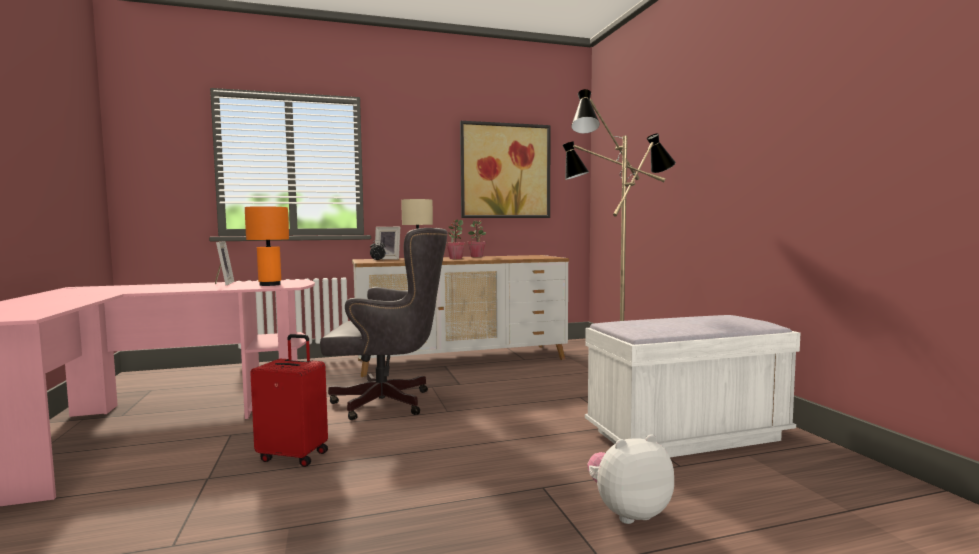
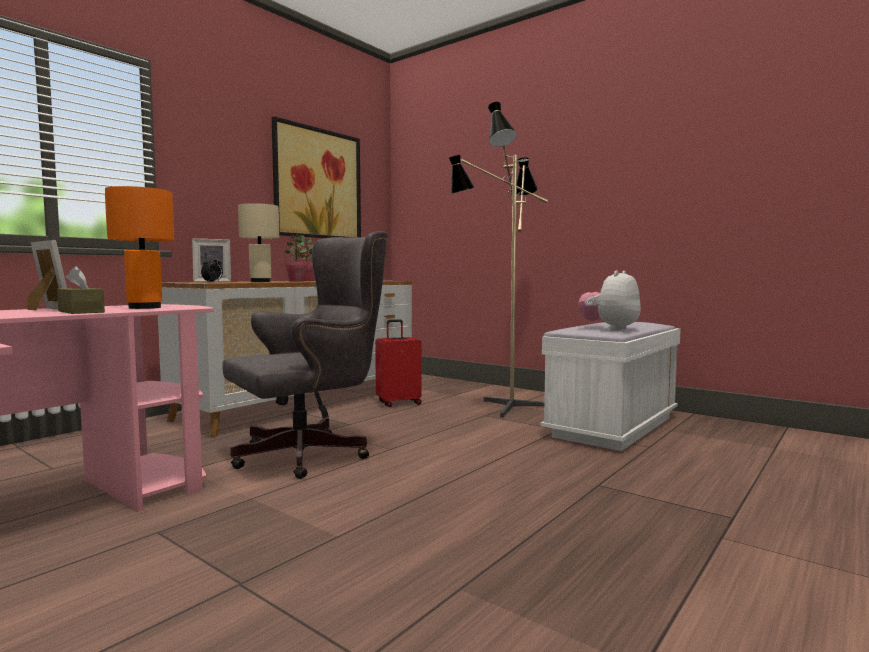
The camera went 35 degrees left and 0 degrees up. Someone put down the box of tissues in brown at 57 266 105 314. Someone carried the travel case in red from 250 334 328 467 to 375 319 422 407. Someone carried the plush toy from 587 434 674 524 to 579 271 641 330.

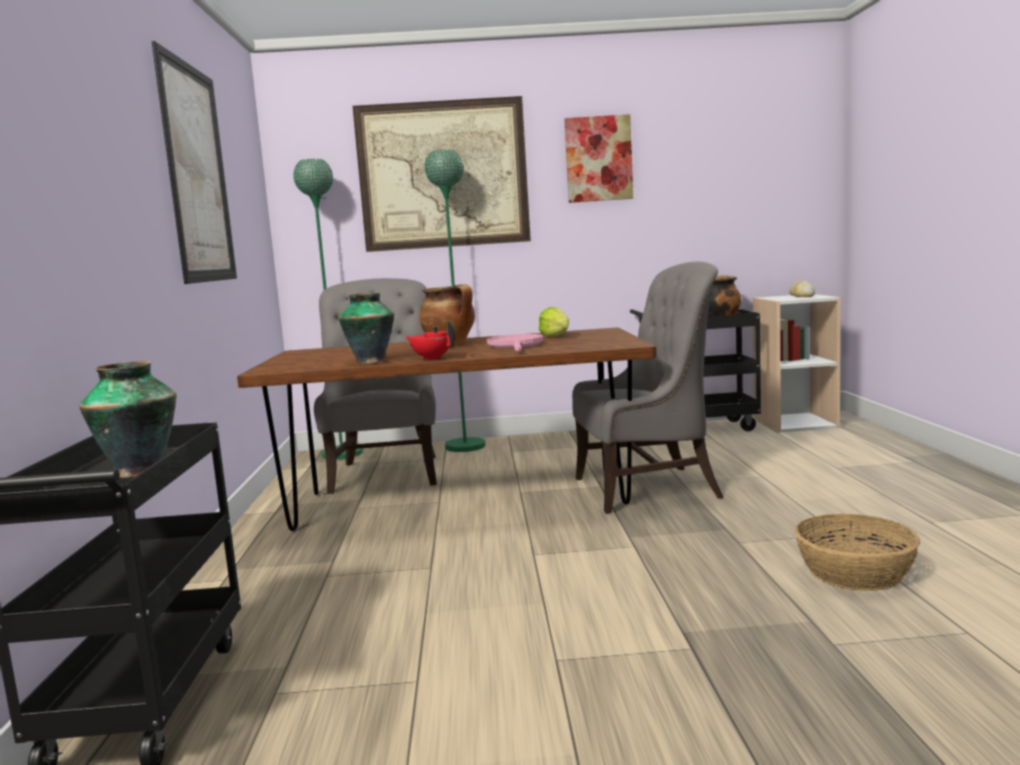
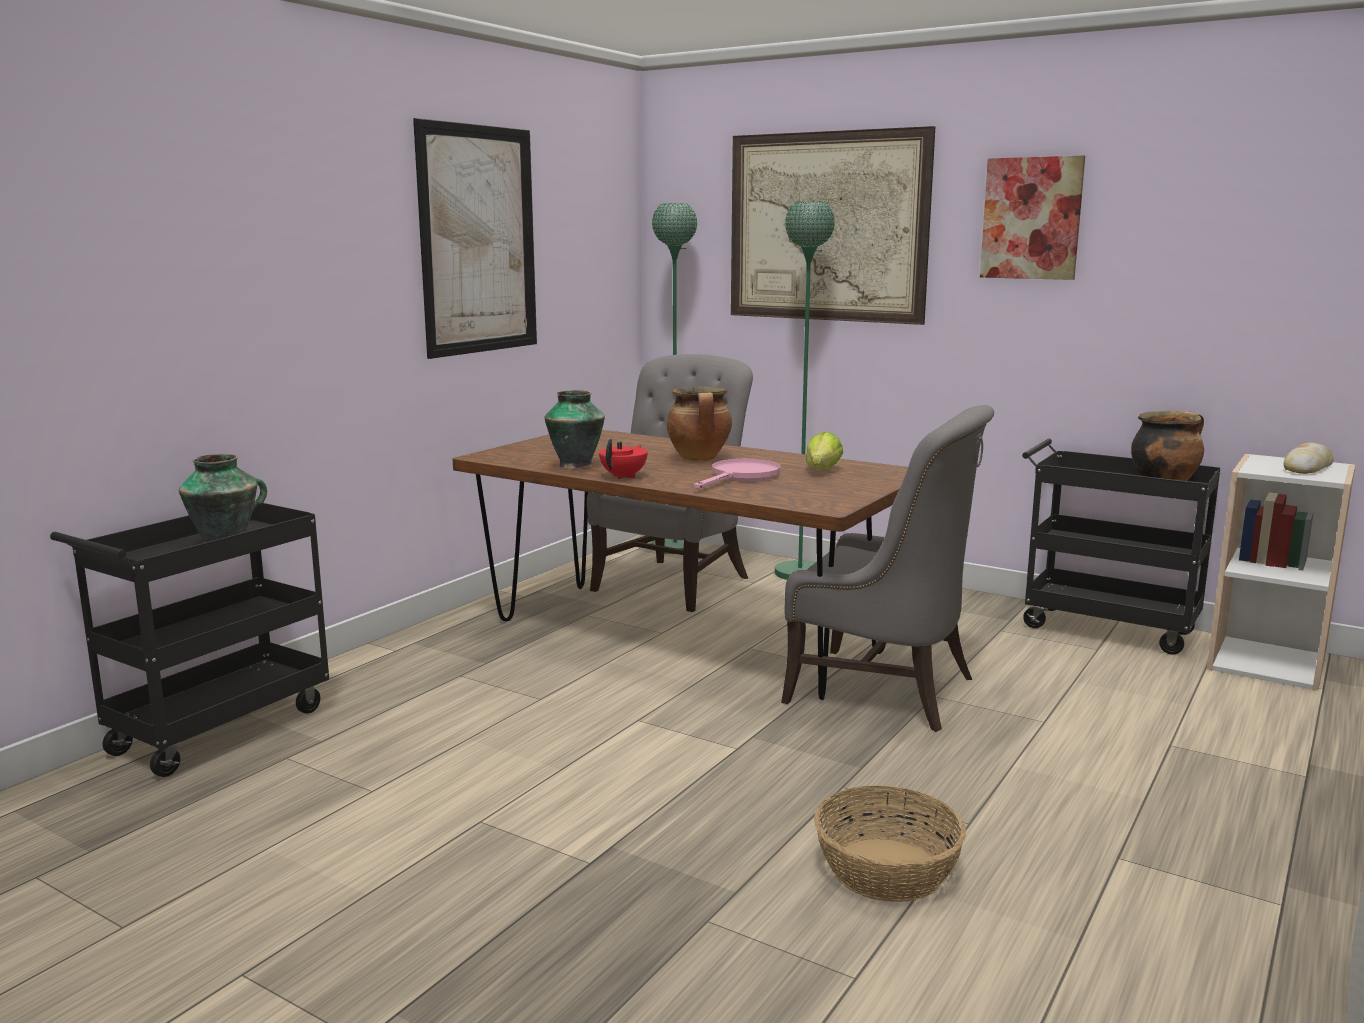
The camera went 35 degrees right and 5 degrees up. Someone rotated the pot for tea in red at 405 321 455 360 by 45 degrees clockwise.

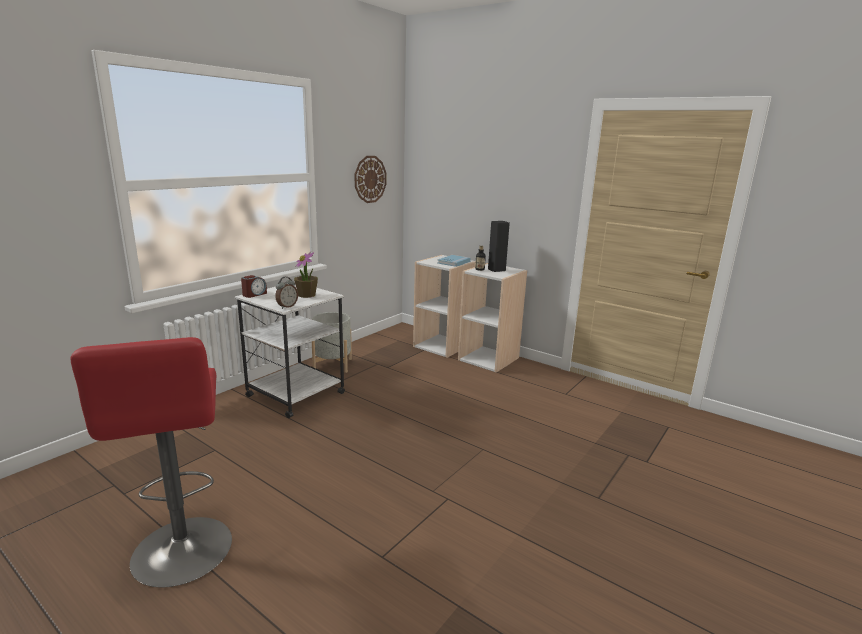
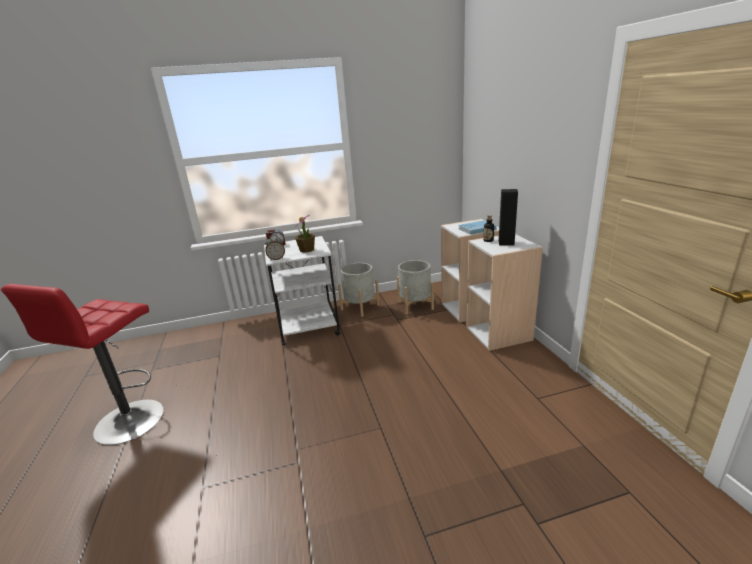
The camera went 40 degrees right and 5 degrees up. Someone put down the plant pot in greyish at 397 260 434 315. Someone took away the clock on the wall at 355 156 386 203.

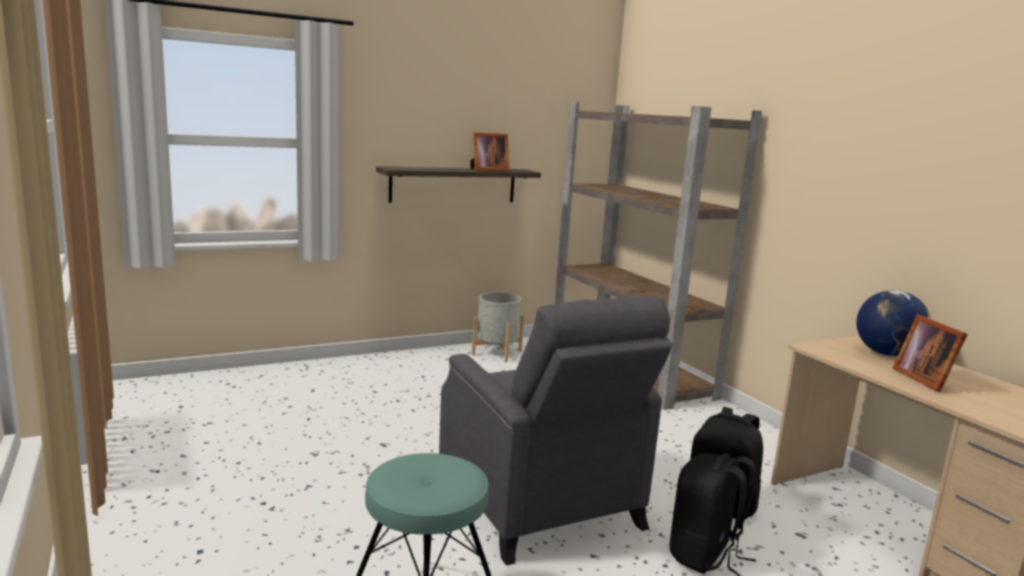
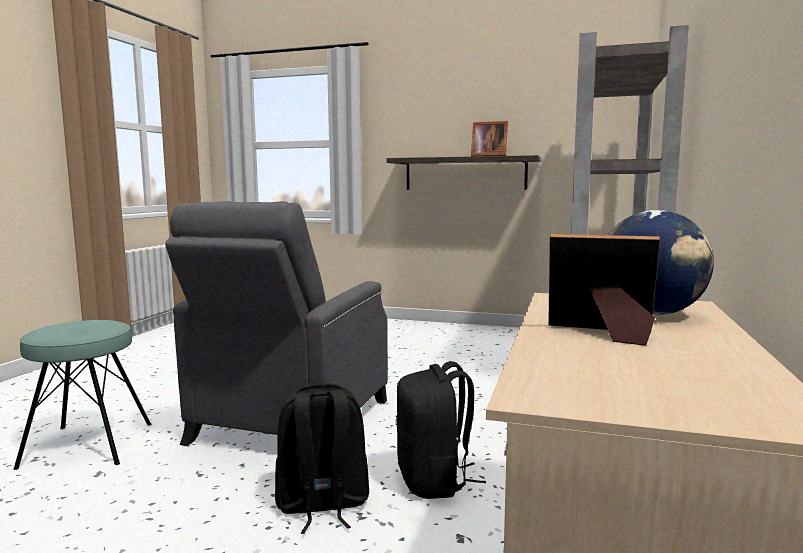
The camera went 45 degrees right and 5 degrees down. Someone rotated the photo frame at 893 314 968 392 by 75 degrees clockwise. Someone took away the plant pot in greyish at 472 292 524 362.

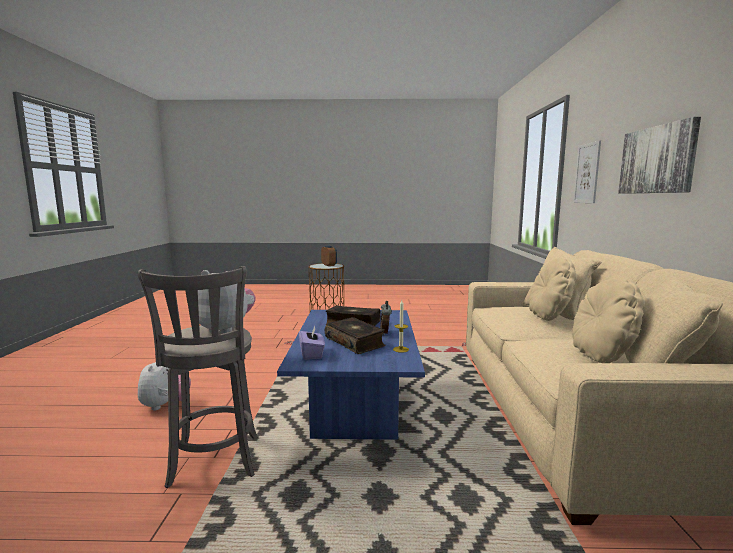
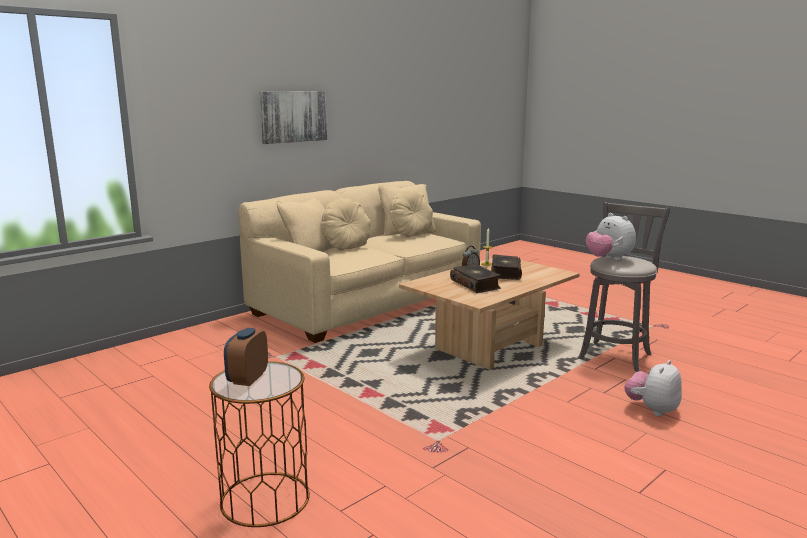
The camera went 135 degrees left and 5 degrees up. Someone repainted the low table in blue-coloured at 277 310 425 440, which became the low table in beige at 399 258 580 370. Someone took away the box of tissues in purplish at 299 326 325 360. Someone took away the picture at 573 140 601 203.

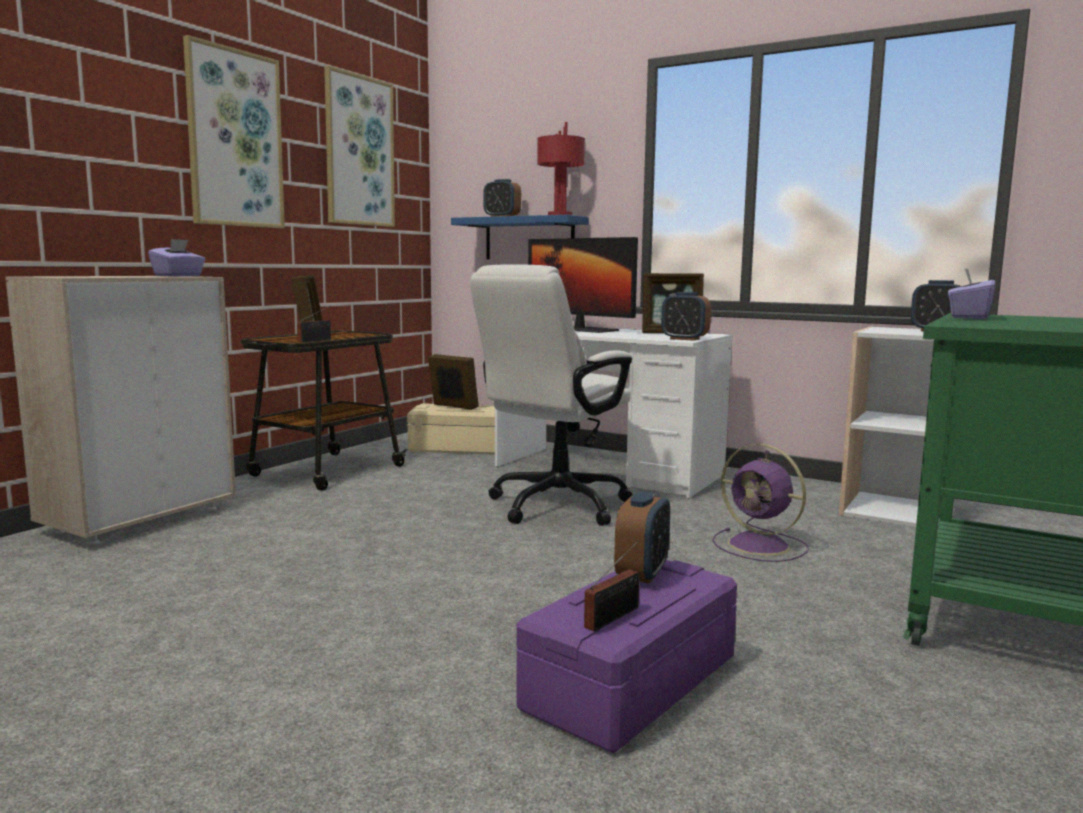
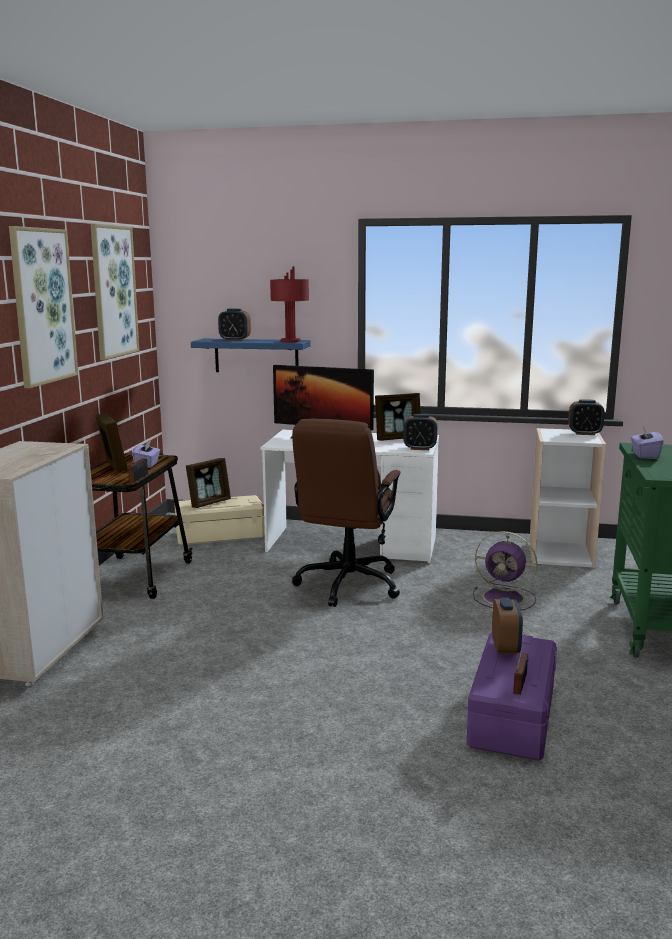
The camera went 20 degrees left and 5 degrees up. Someone carried the box of tissues in purplish from 148 239 205 277 to 132 439 160 468. Someone rotated the photo frame at 428 354 479 410 by 120 degrees clockwise. Someone repainted the desk chair in white at 470 264 633 526, which became the desk chair in brown at 292 419 401 607.

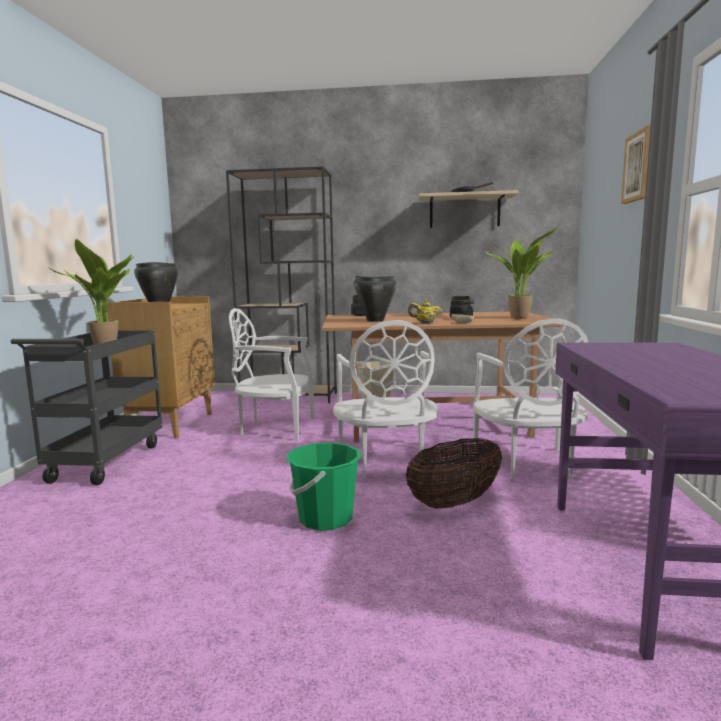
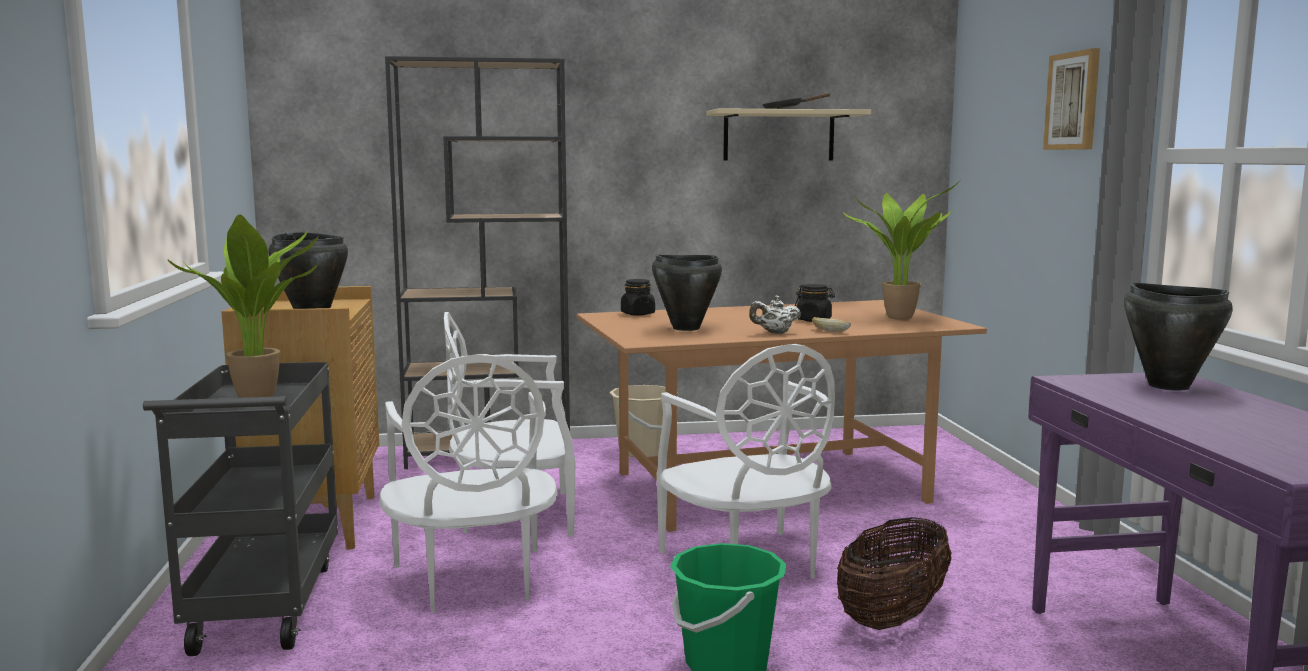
The camera went 15 degrees left and 0 degrees up. Someone carried the plain chair in white from 473 319 588 480 to 379 354 557 613. Someone repainted the pot for tea in yellow-coloured at 408 299 442 323, which became the pot for tea in white at 749 296 801 334. Someone put down the stockpot in black-coloured at 1124 283 1233 391.

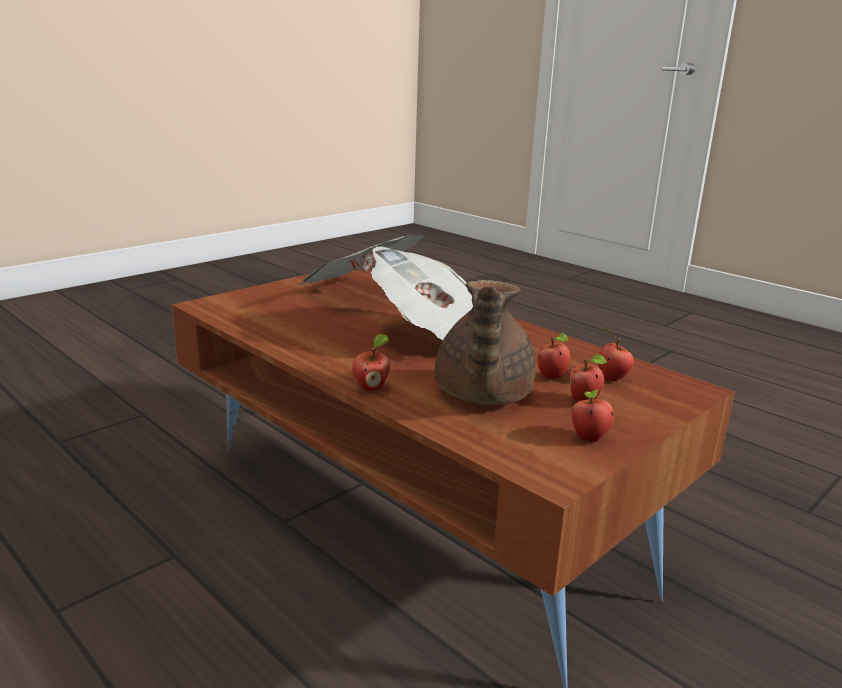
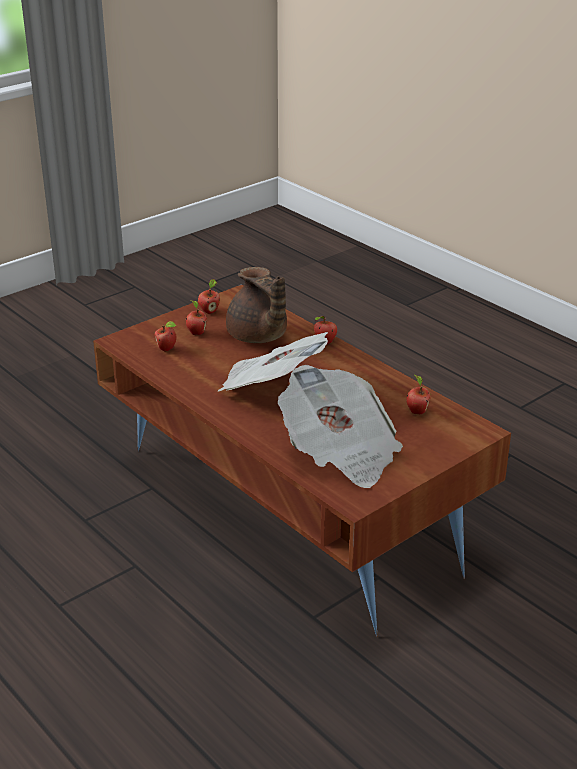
The camera went 175 degrees left and 10 degrees up. Someone rotated the pot for tea in brown at 435 280 536 405 by 135 degrees clockwise. Someone carried the apple fruit from 538 333 570 379 to 406 375 430 414.

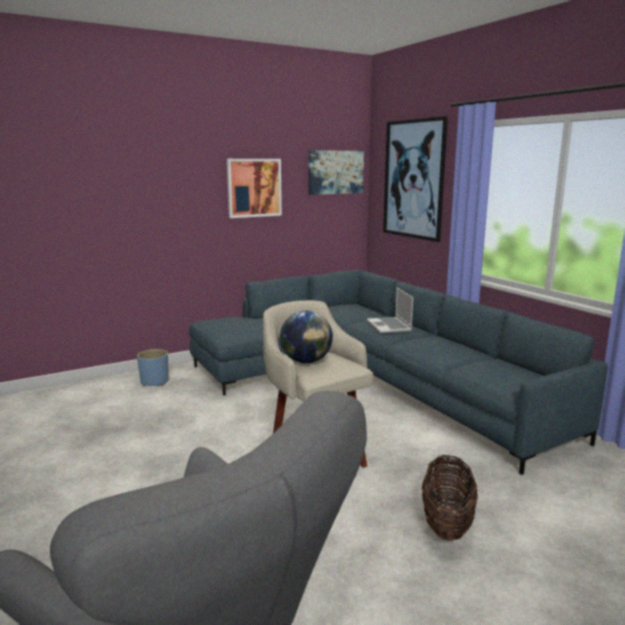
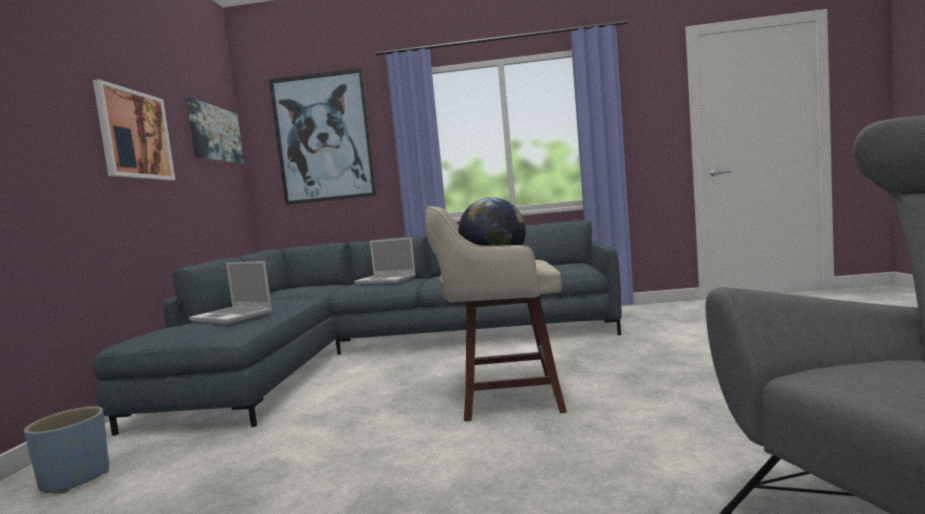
The camera went 55 degrees left and 10 degrees down. Someone put down the portable computer at 189 261 272 324. Someone took away the storage basket at 422 455 478 541.

